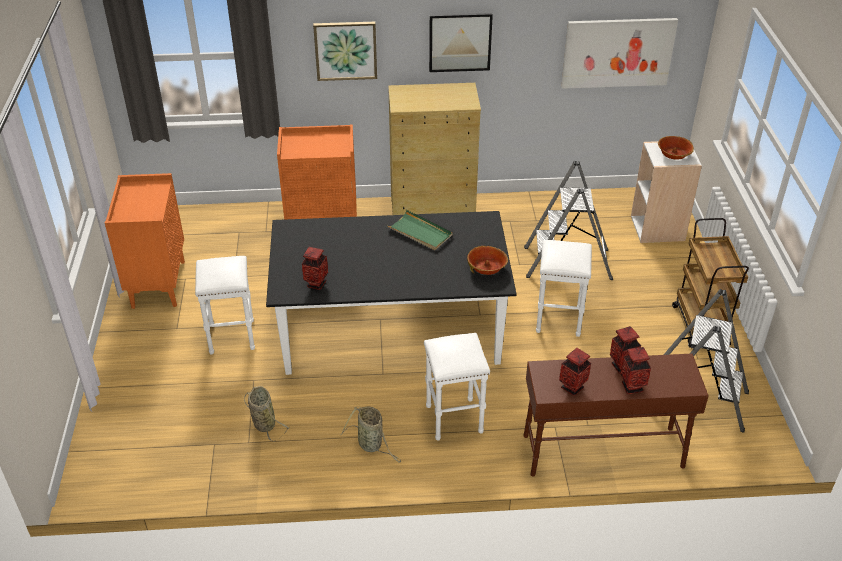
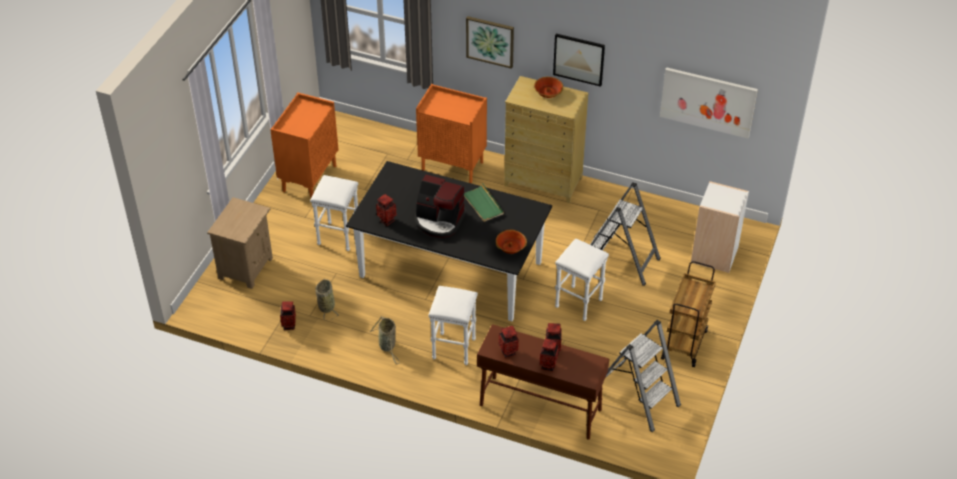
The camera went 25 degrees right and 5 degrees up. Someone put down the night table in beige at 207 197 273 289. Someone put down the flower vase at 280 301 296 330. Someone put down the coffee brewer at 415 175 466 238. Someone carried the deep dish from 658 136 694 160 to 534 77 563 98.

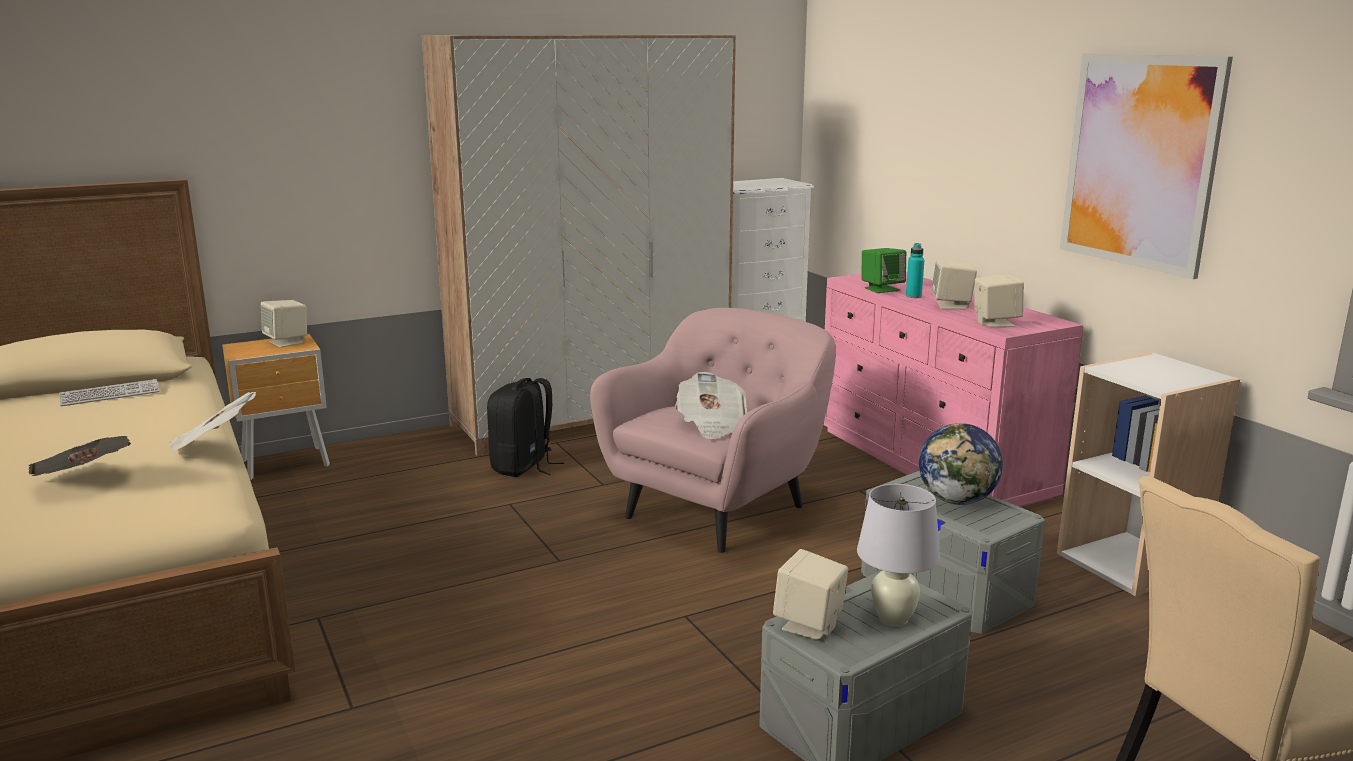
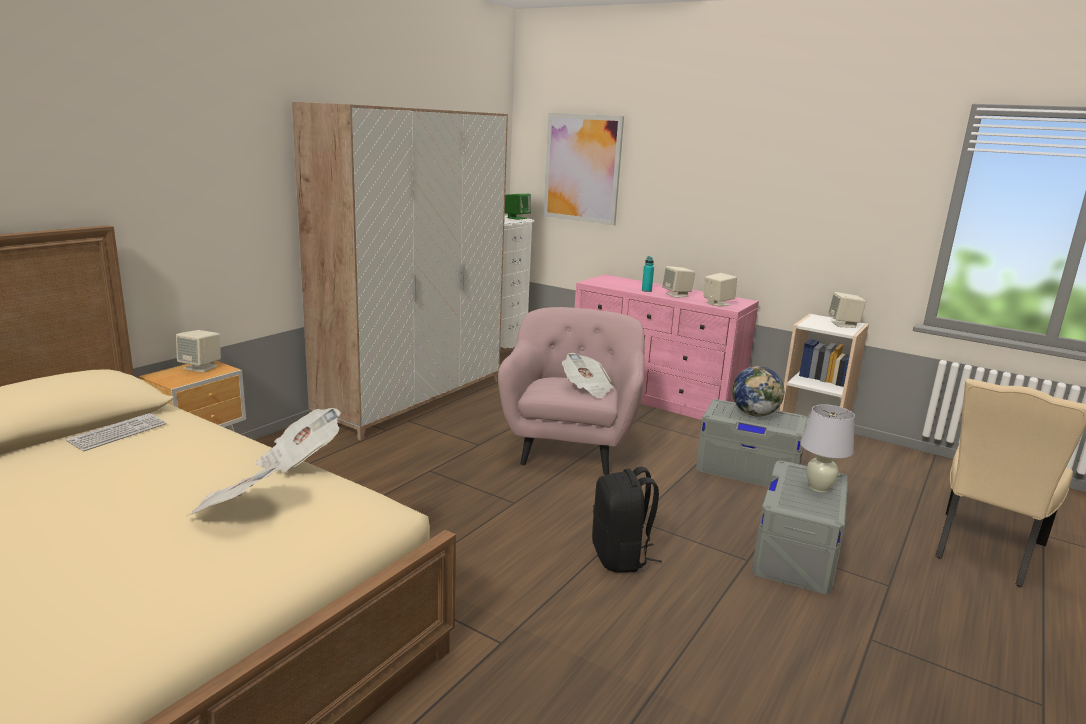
The camera went 30 degrees left and 0 degrees up. Someone carried the speaker in green-coloured from 862 248 906 293 to 505 194 531 220. Someone carried the picture from 1060 53 1233 279 to 543 113 624 226. Someone carried the backpack in black-coloured from 487 378 564 477 to 592 467 662 573. Someone carried the speaker in beige from 773 549 848 640 to 828 292 866 328.

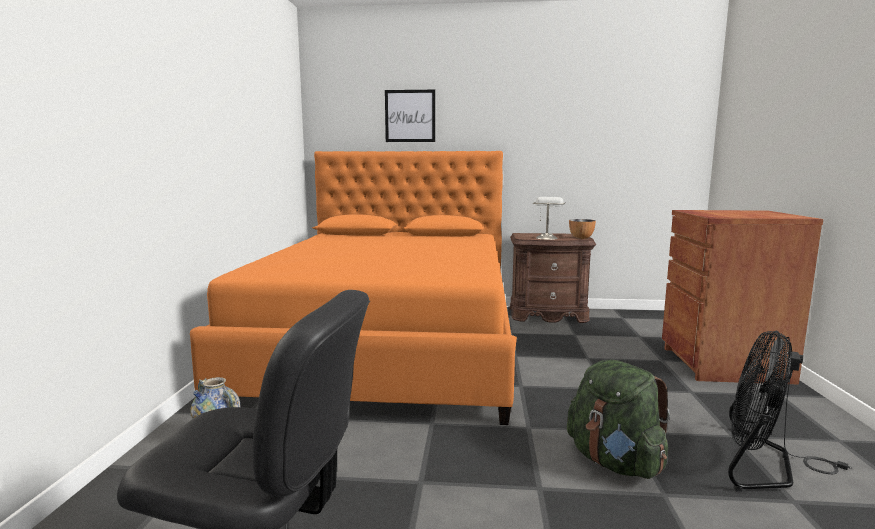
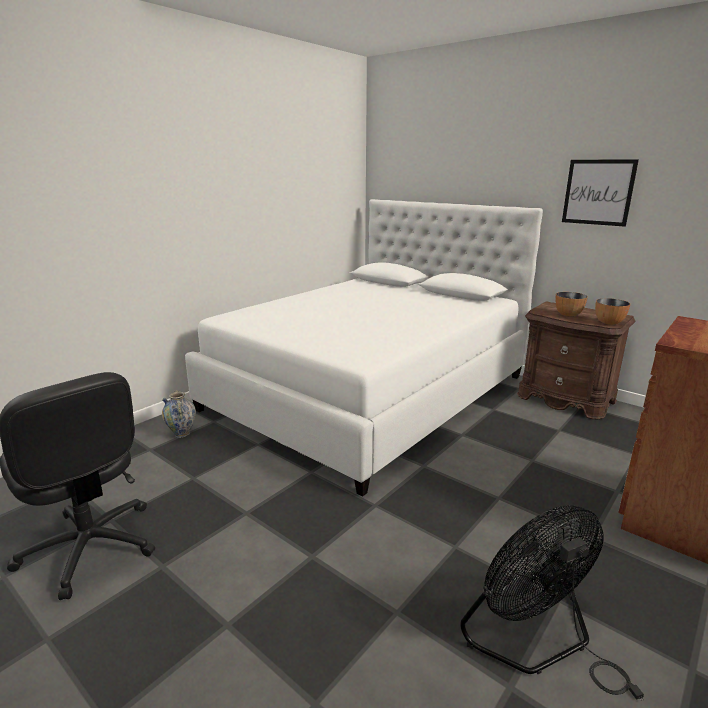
The camera went 35 degrees right and 10 degrees up. Someone repainted the bedroom bed in orange-coloured at 190 151 517 425, which became the bedroom bed in white at 185 199 543 497. Someone swapped the lamp for a table in white at 533 197 566 240 for the deep dish at 555 292 588 317. Someone carried the picture from 385 90 435 142 to 562 159 639 227. Someone took away the backpack in green-coloured at 567 359 670 479.

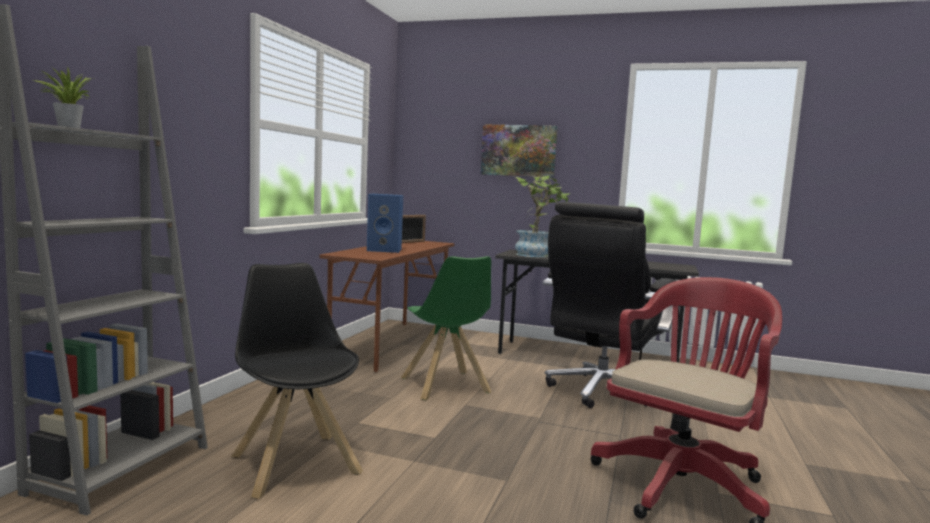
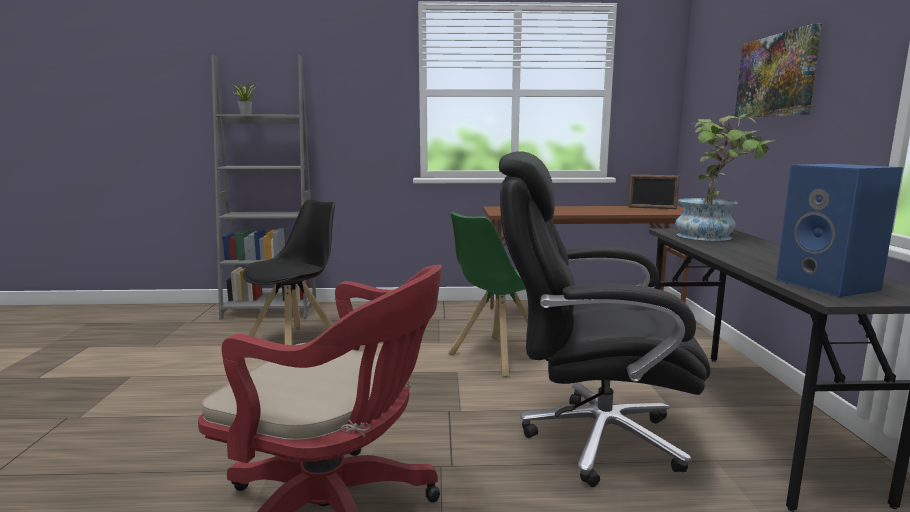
The camera went 70 degrees right and 5 degrees up. Someone carried the speaker in blue-coloured from 367 194 403 253 to 776 164 903 297.

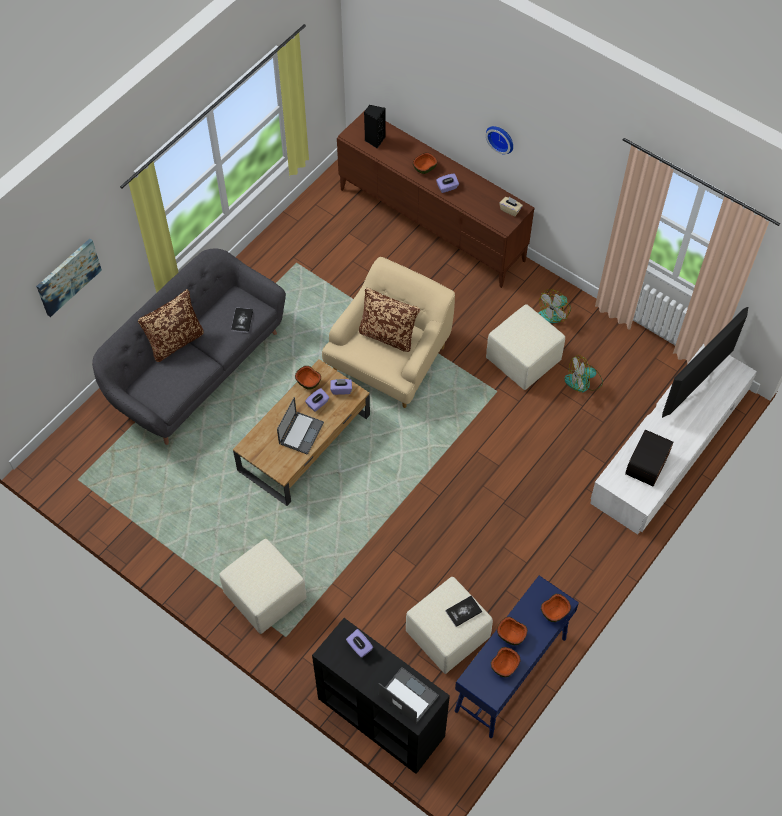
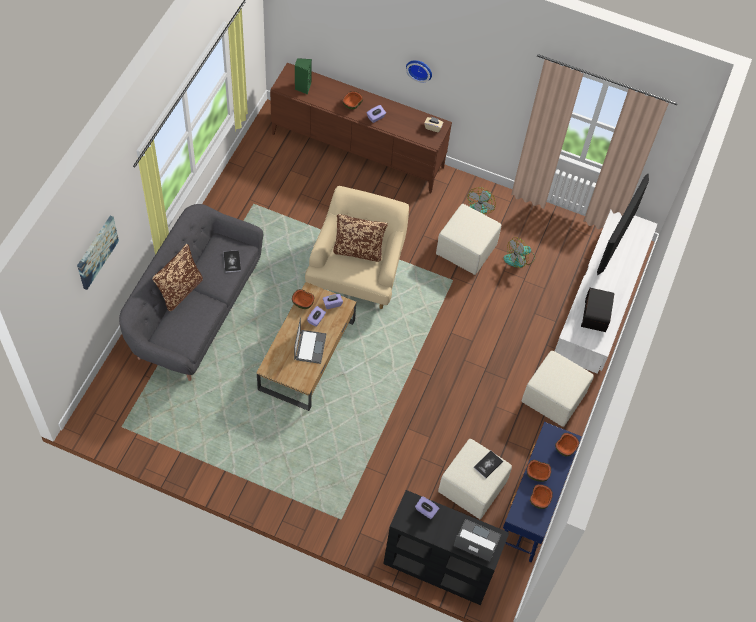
The camera went 20 degrees left and 0 degrees up. Someone repainted the speaker in black-coloured at 364 105 385 149, which became the speaker in green-coloured at 295 58 312 94. Someone carried the ottoman in beige from 219 539 307 634 to 521 351 594 427.

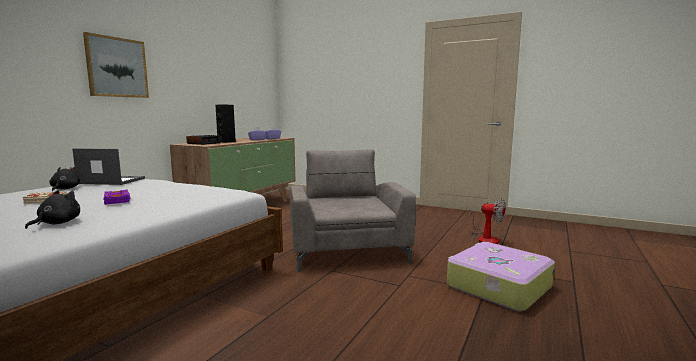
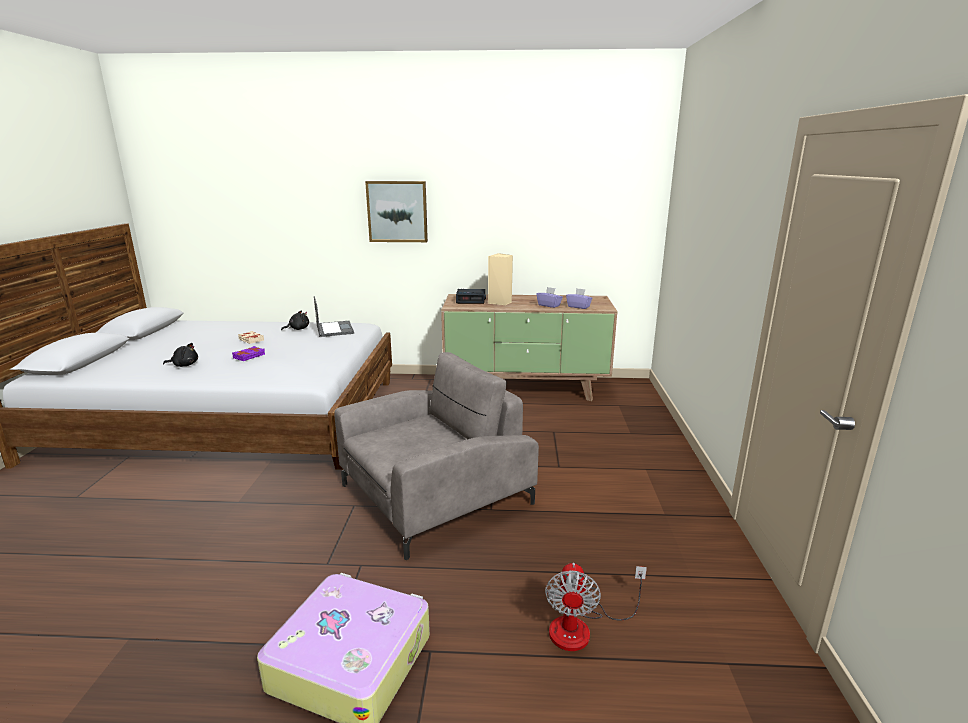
The camera went 65 degrees right and 10 degrees up. Someone repainted the speaker in black-coloured at 216 104 236 143, which became the speaker in beige at 488 253 513 305.

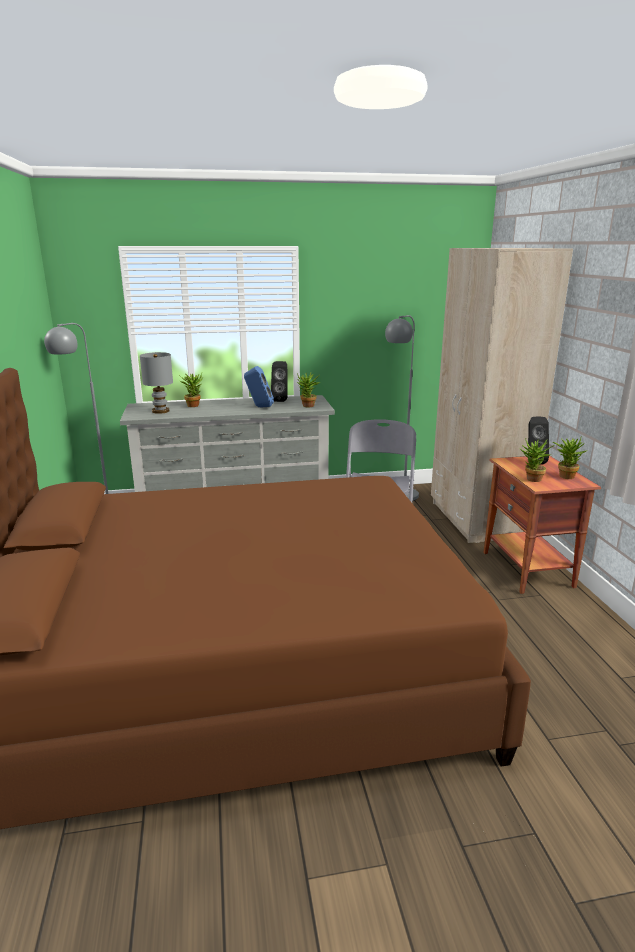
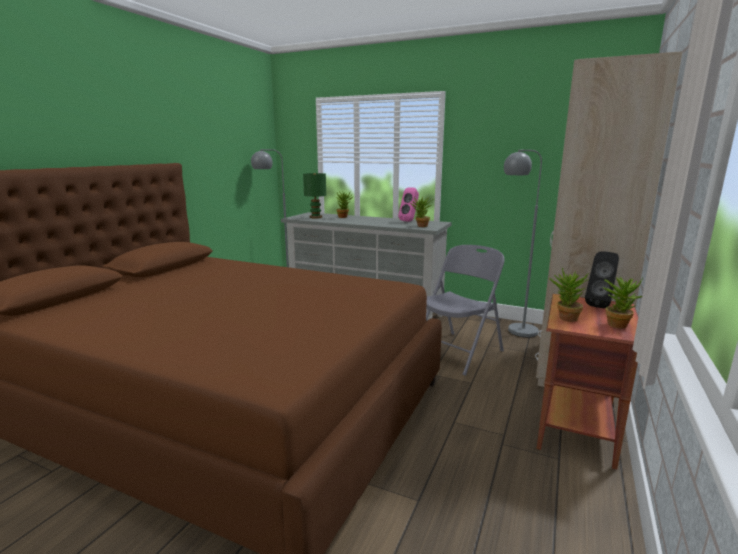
The camera went 35 degrees right and 5 degrees down. Someone repainted the lamp for a table in greyish at 140 352 173 414, which became the lamp for a table in green-coloured at 303 173 326 218. Someone repainted the speaker in black-coloured at 271 361 288 402, which became the speaker in pinkish at 398 187 419 222. Someone took away the speaker in blue-coloured at 244 366 274 407.

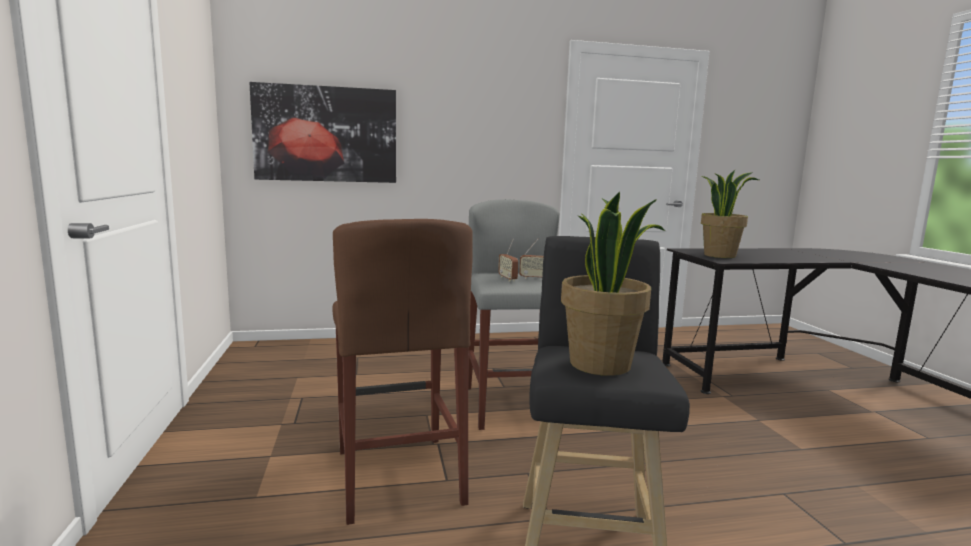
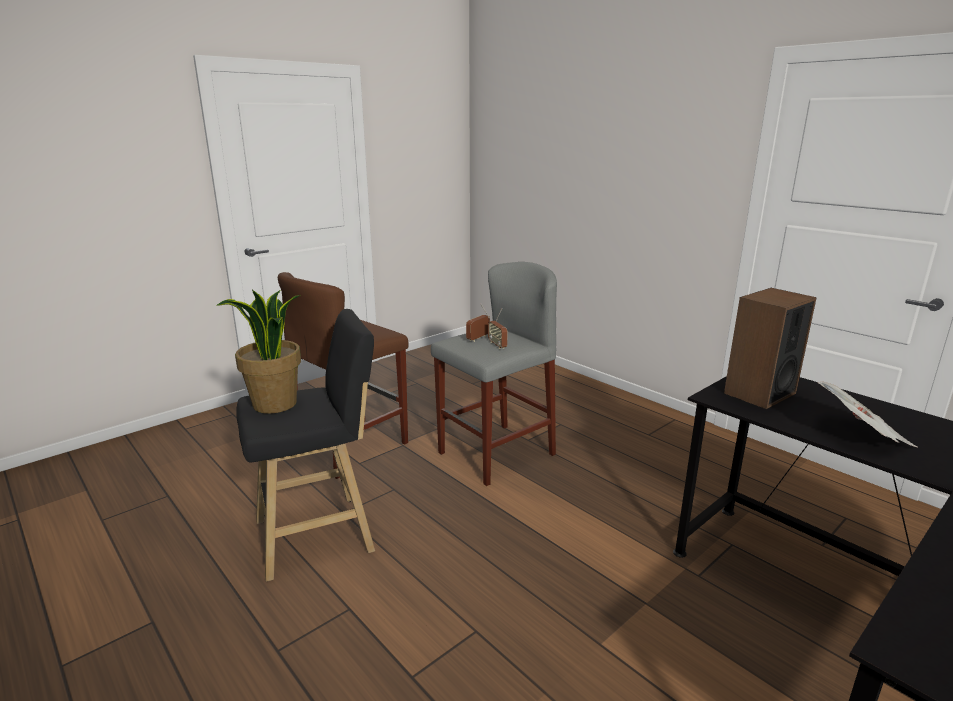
The camera went 60 degrees right and 10 degrees up. Someone swapped the plant in a pot at 701 170 759 258 for the speaker at 724 288 817 409. Someone put down the newspaper at 817 381 918 447. Someone took away the picture at 249 82 396 183.

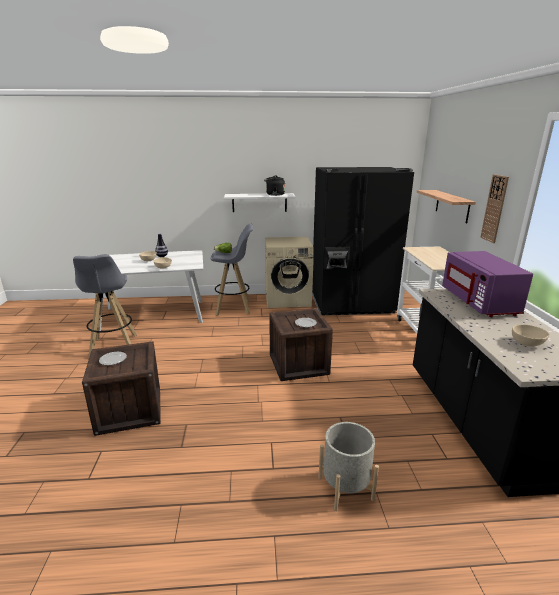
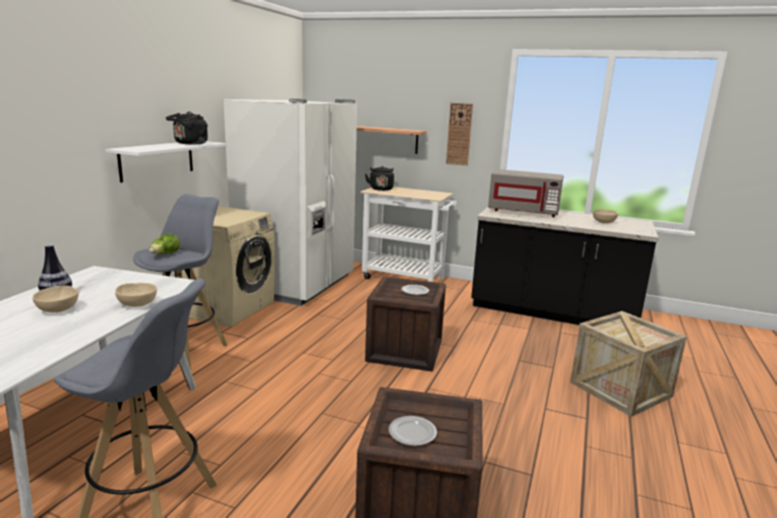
The camera went 65 degrees left and 5 degrees down. Someone repainted the fridge in black-coloured at 312 167 414 316, which became the fridge in white at 224 98 357 306. Someone put down the water kettle in black-coloured at 365 166 394 191. Someone repainted the microwave in purplish at 442 251 533 317, which became the microwave in greyish at 488 169 563 217. Someone swapped the plant pot in greyish at 318 422 379 511 for the crate at 570 311 687 417.

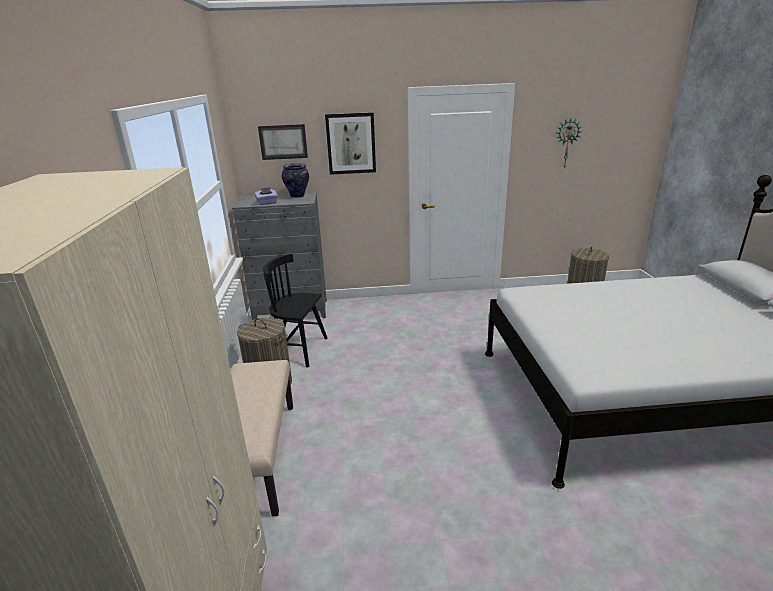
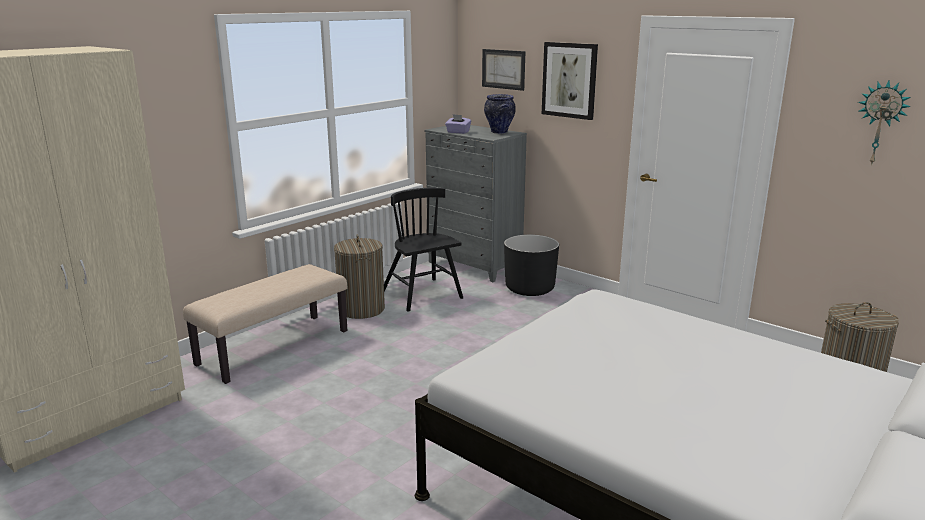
The camera went 45 degrees right and 5 degrees down. Someone put down the plant pot in black-coloured at 504 235 559 296.

